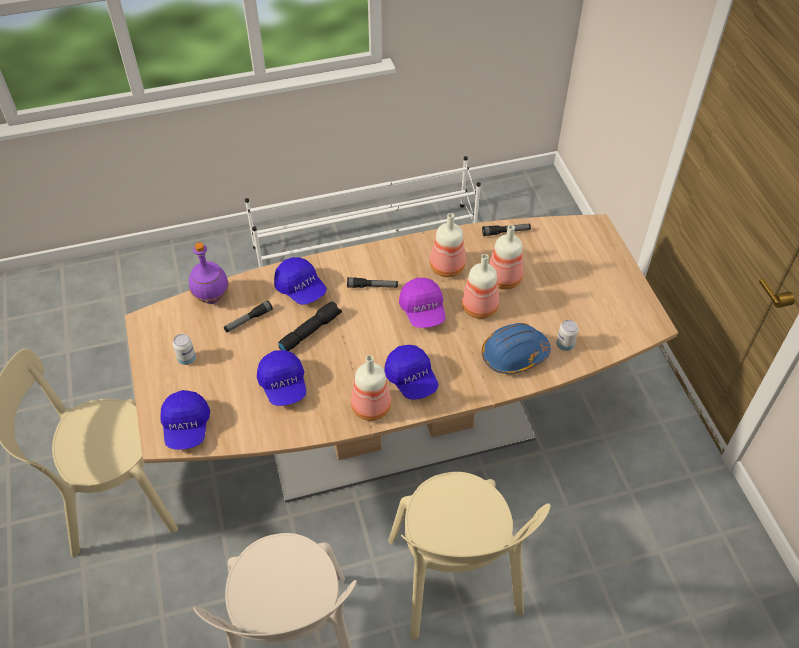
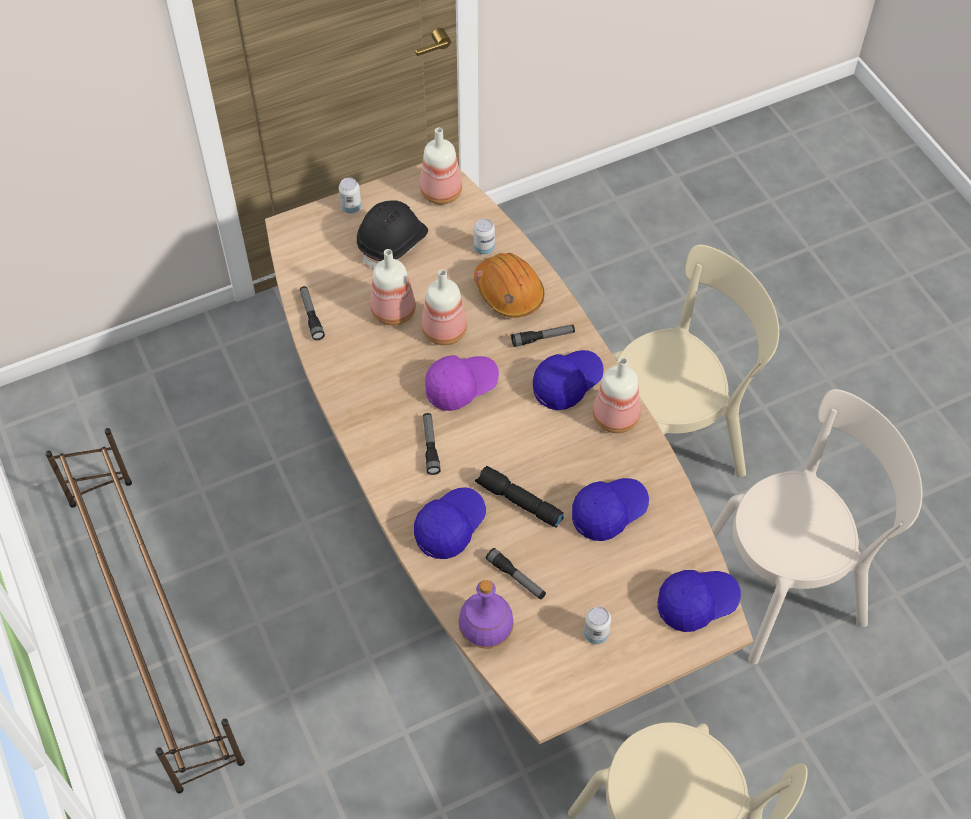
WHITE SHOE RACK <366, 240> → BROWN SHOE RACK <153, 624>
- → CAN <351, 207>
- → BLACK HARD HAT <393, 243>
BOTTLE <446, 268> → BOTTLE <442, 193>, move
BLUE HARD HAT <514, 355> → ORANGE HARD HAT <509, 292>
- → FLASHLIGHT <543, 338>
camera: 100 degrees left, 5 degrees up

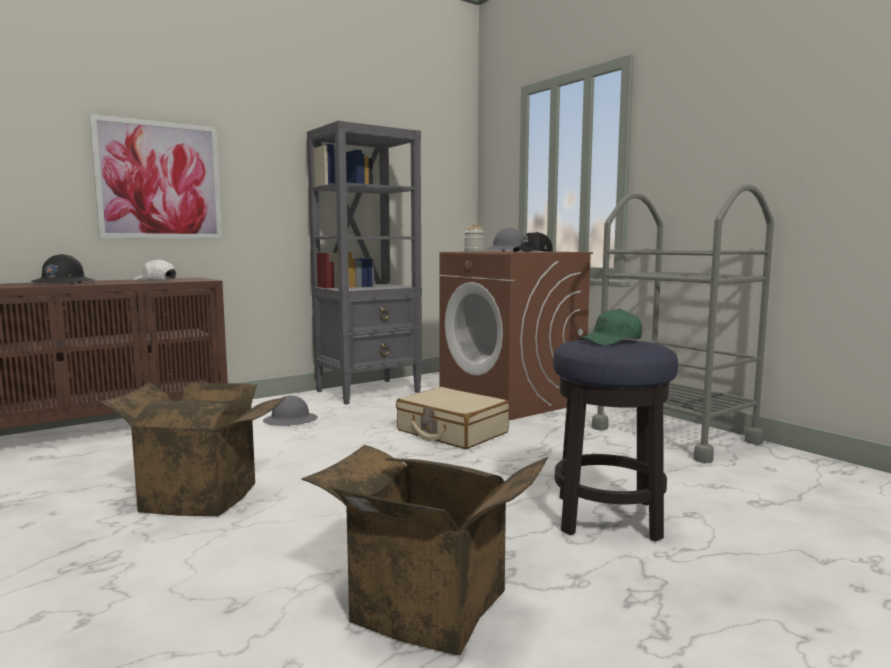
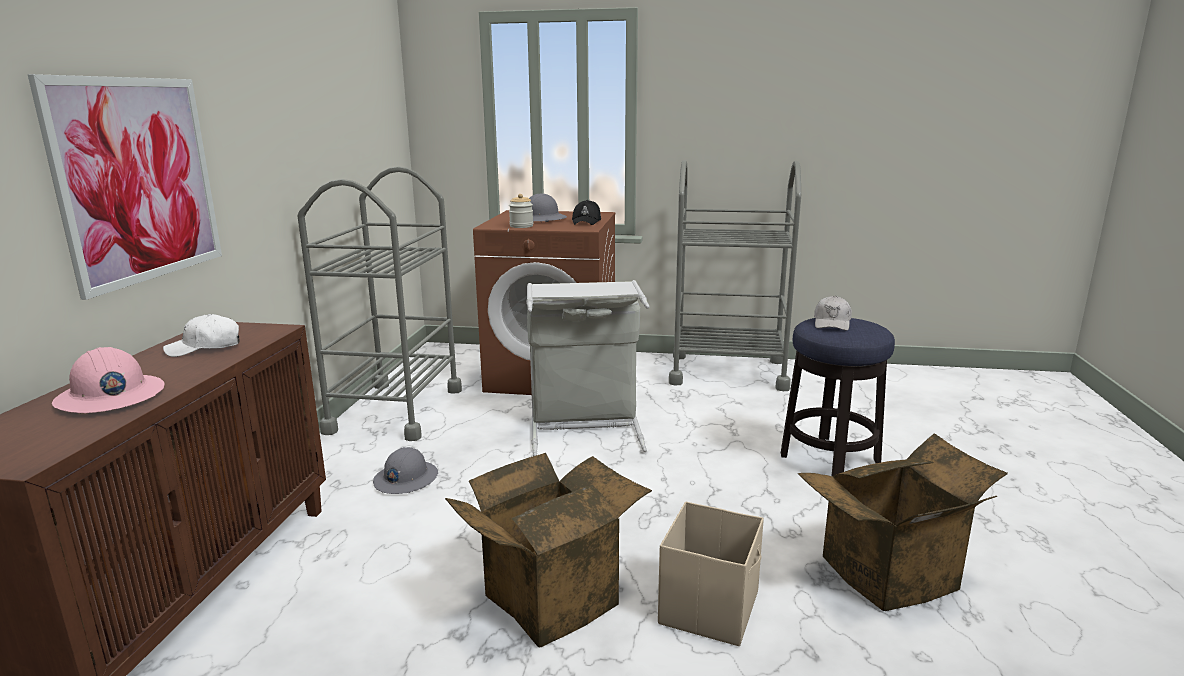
BLACK HARD HAT <63, 283> → PINK HARD HAT <110, 397>
GREY BOOKCASE <369, 391> → GREY CART <395, 410>
BEIGE SUITCASE <451, 432> → GREY LAUNDRY BASKET <585, 429>
- → BEIGE STORAGE BOX <710, 608>
GREEN CAP <611, 341> → WHITE CAP <832, 323>
camera: 45 degrees left, 10 degrees up

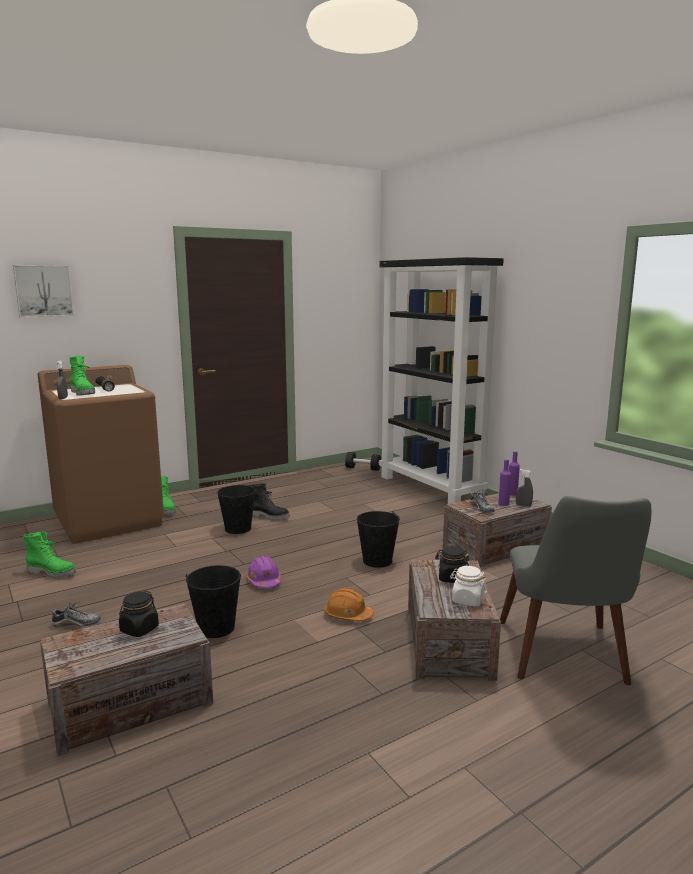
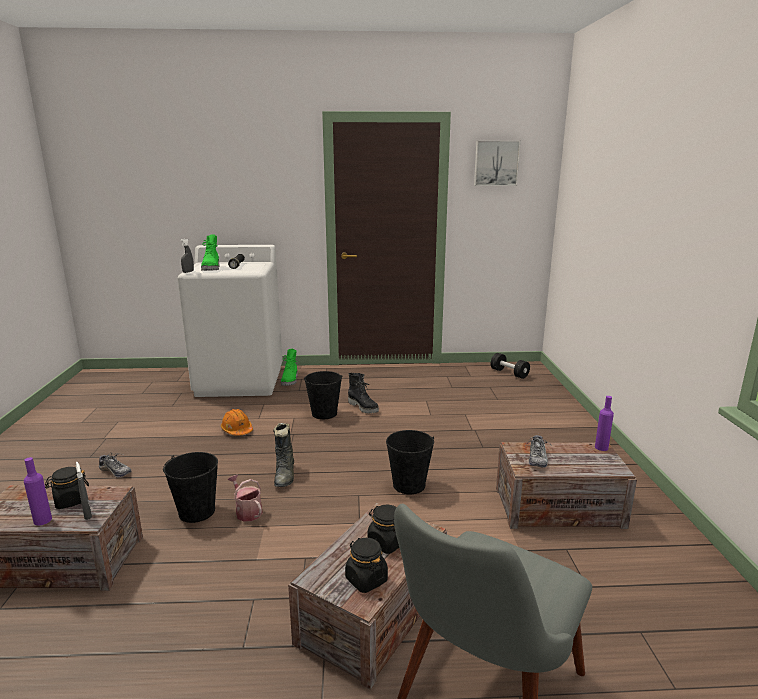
PURPLE BOTTLE <503, 503> → PURPLE BOTTLE <42, 520>, move
GREY SPRAY BOTTLE <523, 505> → GREY SPRAY BOTTLE <87, 514>, move
BROWN WASHING MACHINE <109, 520> → WHITE WASHING MACHINE <240, 381>
ORANGE HARD HAT <348, 615> → ORANGE HARD HAT <237, 430>, move
- → WATERING CAN <247, 511>
PURPLE HARD HAT <264, 581> → BLACK BOOT <285, 475>
WHITE JAR <467, 600> → BLACK JAR <366, 579>
PICTURE <43, 291> → PICTURE <496, 163>, move
GREEN BOOT <52, 573> → -
BLACK BOOKCASE <431, 488> → -
camera: 30 degrees right, 5 degrees up

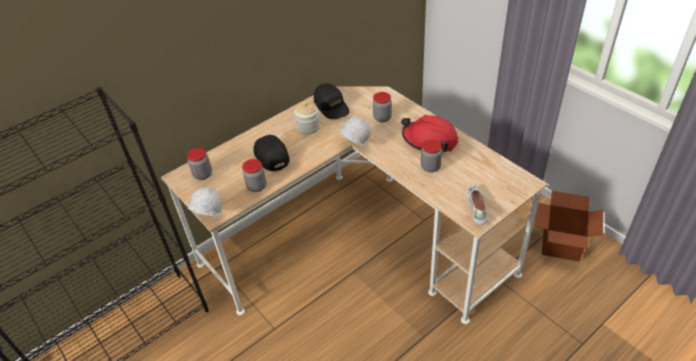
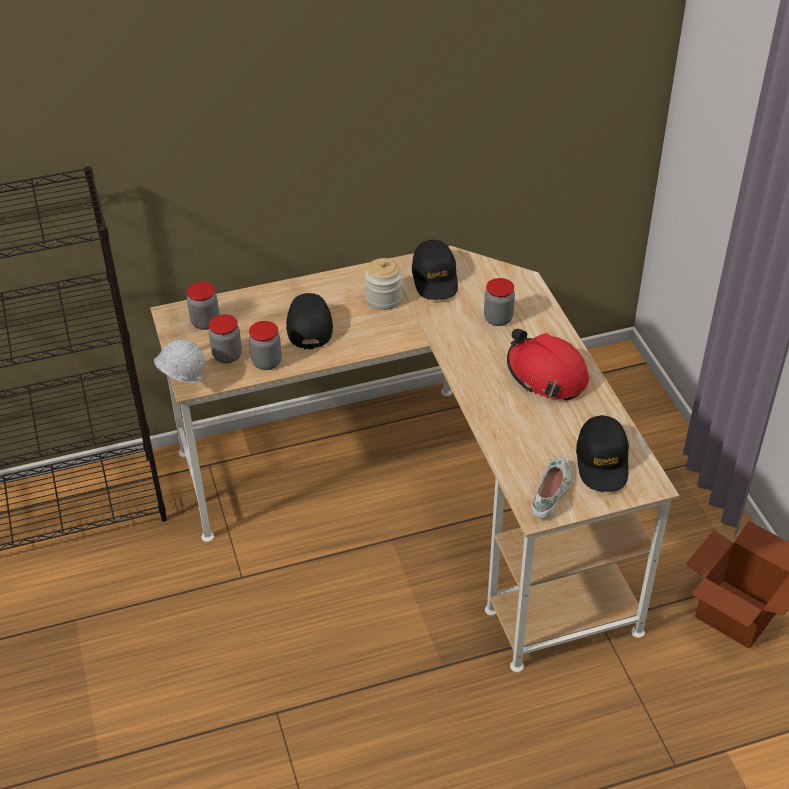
JAR <430, 167> → JAR <227, 356>, move
- → BLACK CAP <602, 461>
WHITE HARD HAT <355, 146> → -
camera: 20 degrees right, 0 degrees up

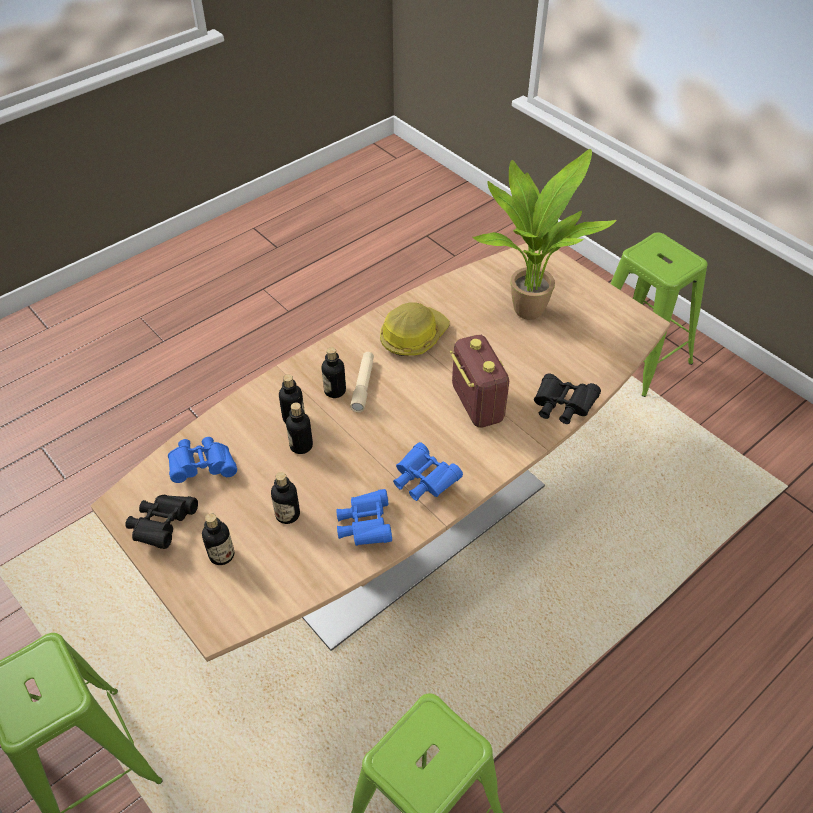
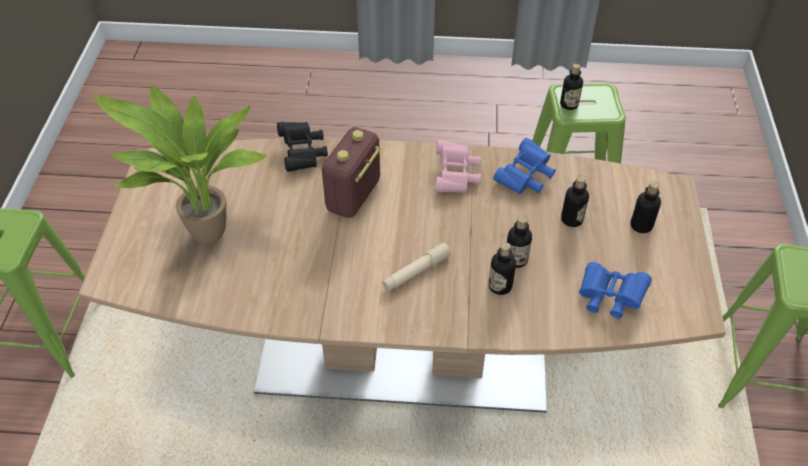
BLUE BINOCULARS <423, 481> → PINK BINOCULARS <456, 176>
BOTTLE <335, 390> → BOTTLE <569, 104>, move
BLACK BINOCULARS <163, 526> → -
HARD HAT <413, 337> → -
camera: 135 degrees left, 0 degrees up

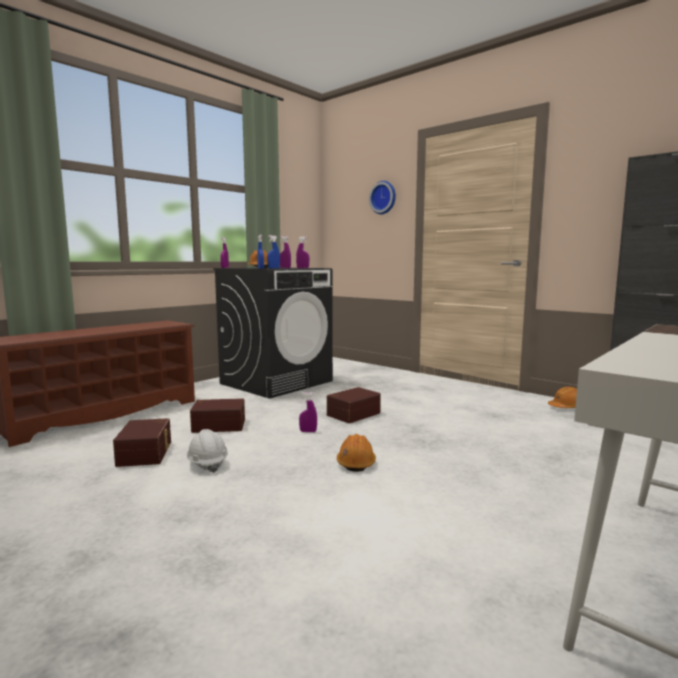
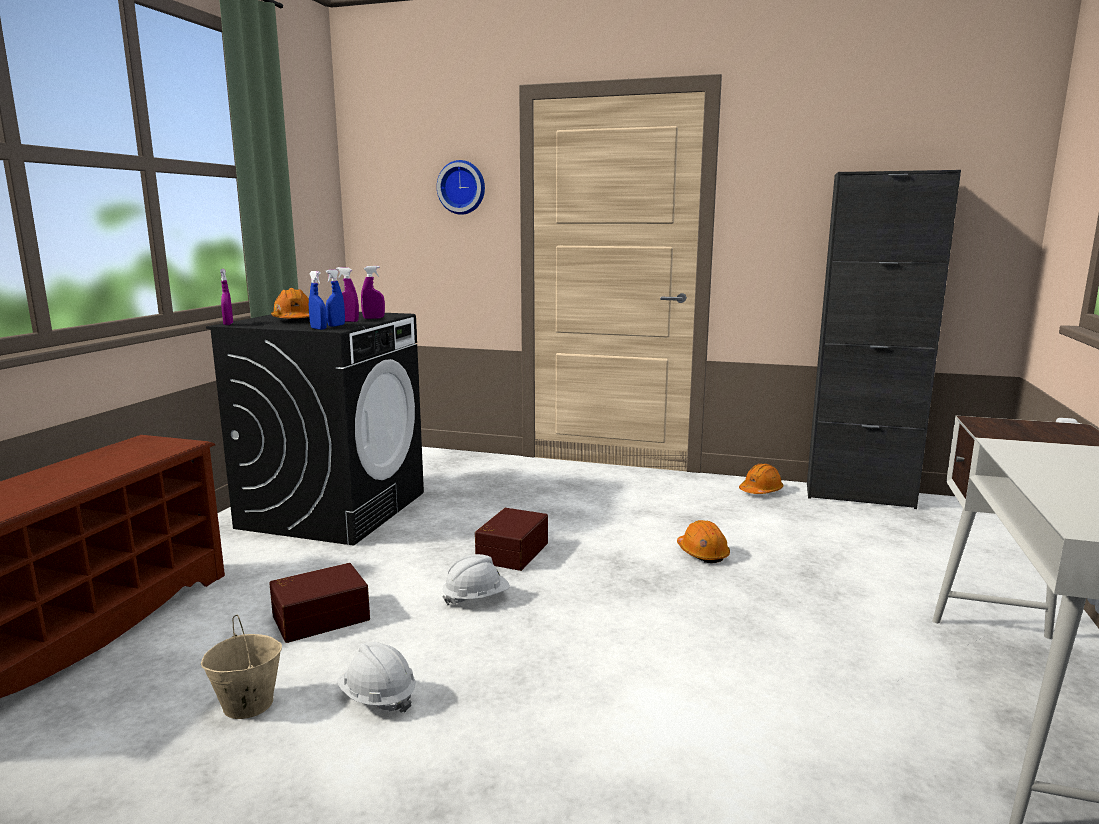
BROWN STORAGE BOX <146, 453> → BEIGE BUCKET <247, 705>
PURPLE SPRAY BOTTLE <308, 431> → WHITE HARD HAT <476, 598>
ORANGE HARD HAT <356, 463> → ORANGE HARD HAT <702, 553>, move
camera: 25 degrees left, 5 degrees up

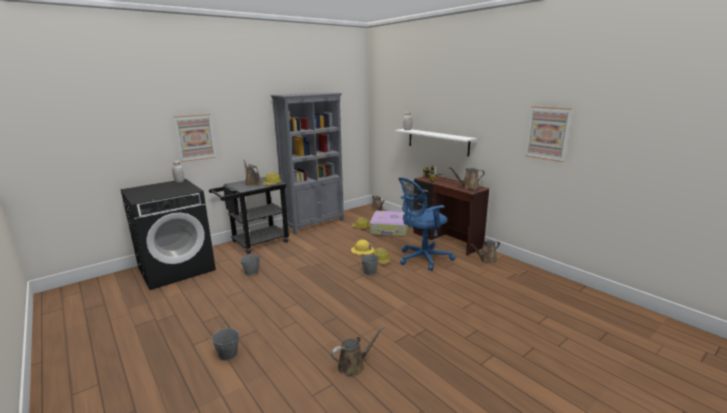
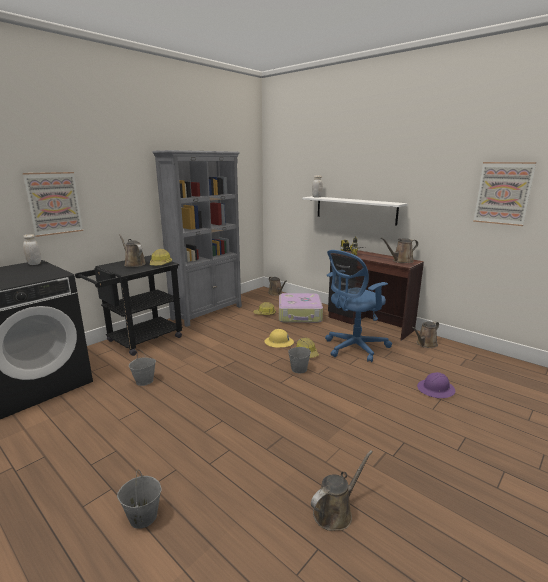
- → PURPLE HARD HAT <436, 389>
camera: 10 degrees left, 0 degrees up

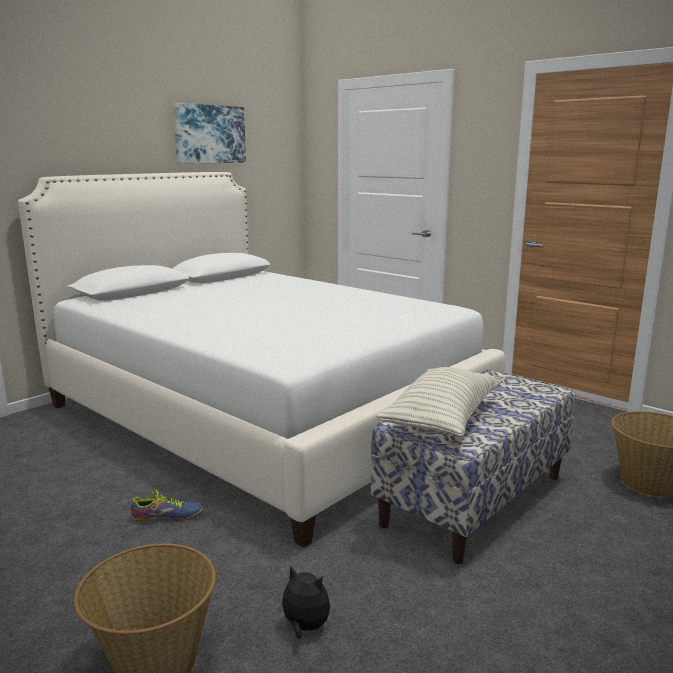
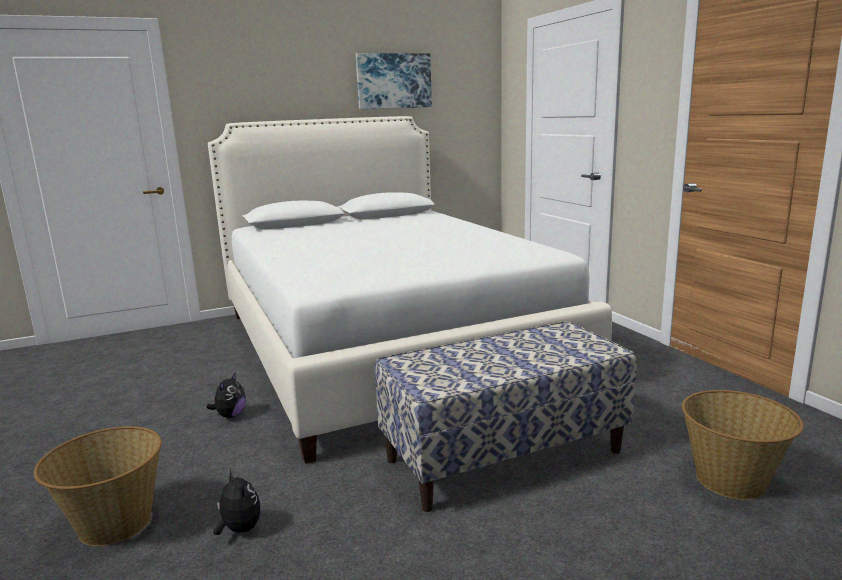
SHOE <167, 516> → PLUSH TOY <230, 415>
PILLOW <442, 419> → -
camera: 25 degrees right, 0 degrees up

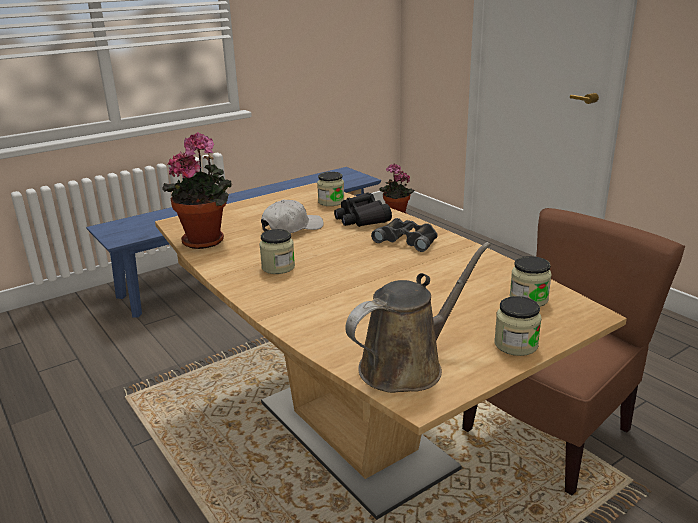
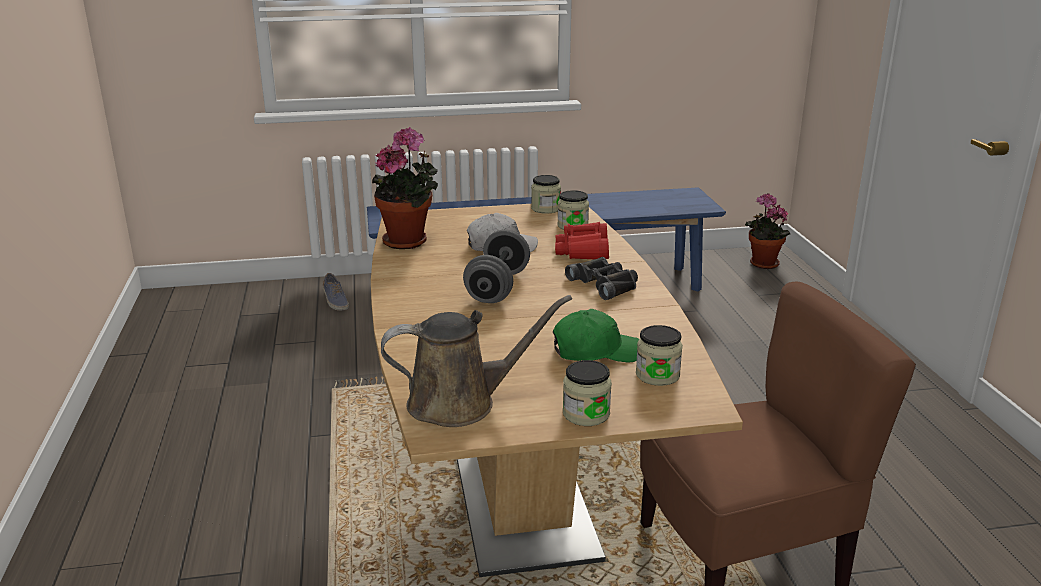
- → SHOE <335, 301>
- → GREY DUMBBELL <497, 287>
JAR <278, 267> → JAR <545, 209>, move
- → GREEN CAP <596, 351>
BLACK BINOCULARS <361, 219> → RED BINOCULARS <583, 251>
camera: 25 degrees right, 0 degrees up

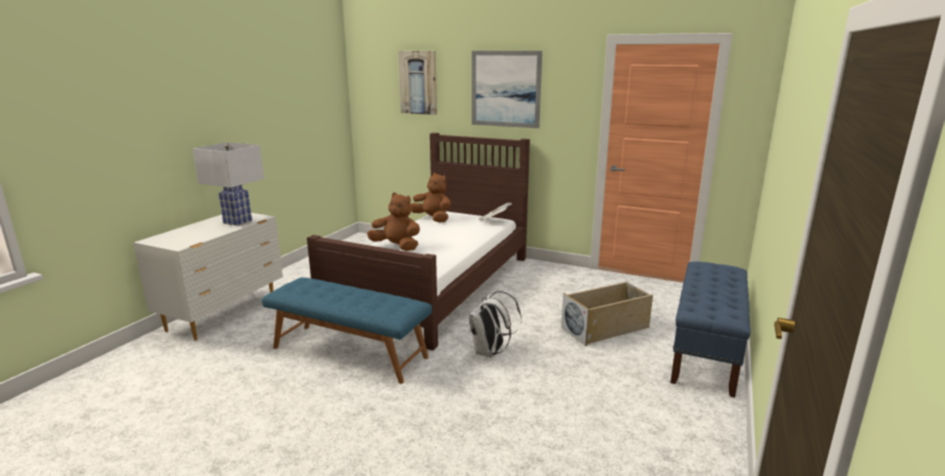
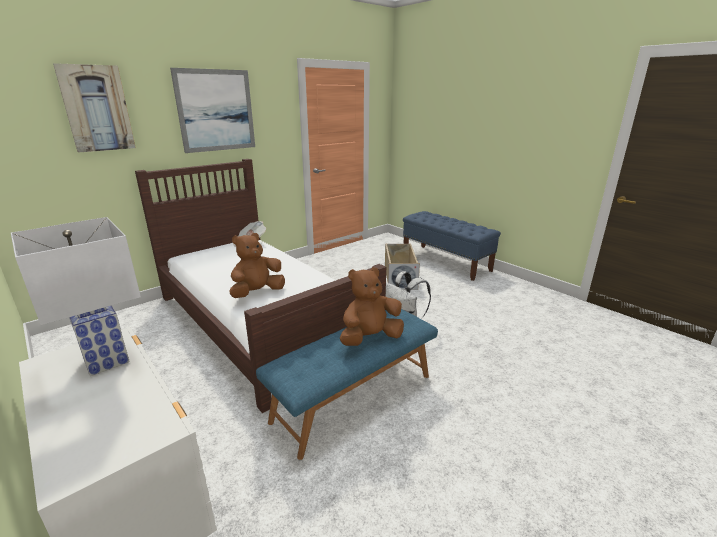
BROWN PLUSH TOY <432, 219> → BROWN PLUSH TOY <370, 338>, move
camera: 65 degrees left, 5 degrees up

